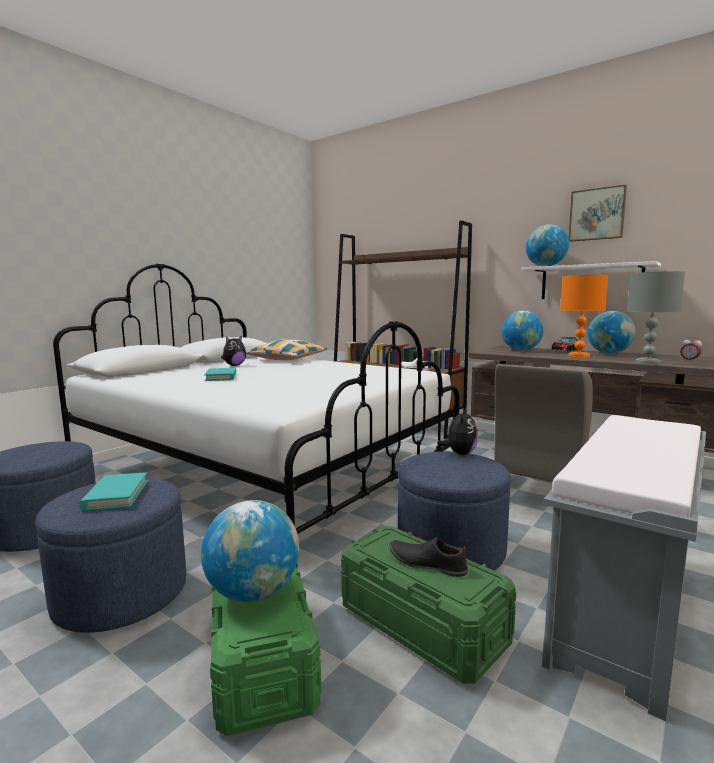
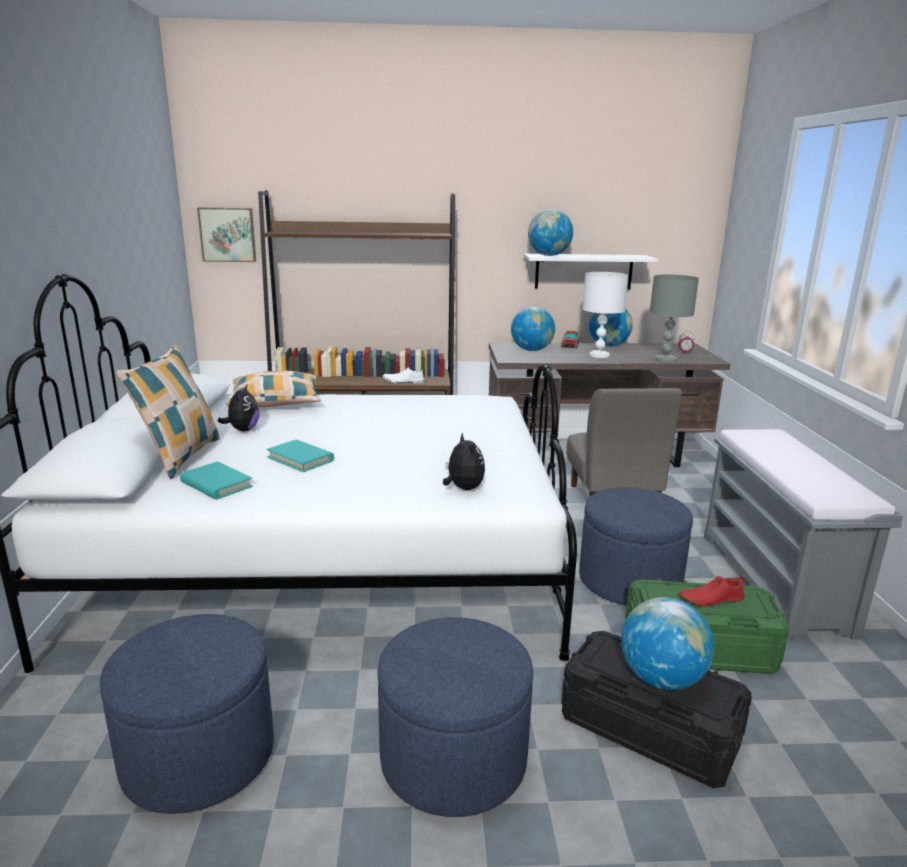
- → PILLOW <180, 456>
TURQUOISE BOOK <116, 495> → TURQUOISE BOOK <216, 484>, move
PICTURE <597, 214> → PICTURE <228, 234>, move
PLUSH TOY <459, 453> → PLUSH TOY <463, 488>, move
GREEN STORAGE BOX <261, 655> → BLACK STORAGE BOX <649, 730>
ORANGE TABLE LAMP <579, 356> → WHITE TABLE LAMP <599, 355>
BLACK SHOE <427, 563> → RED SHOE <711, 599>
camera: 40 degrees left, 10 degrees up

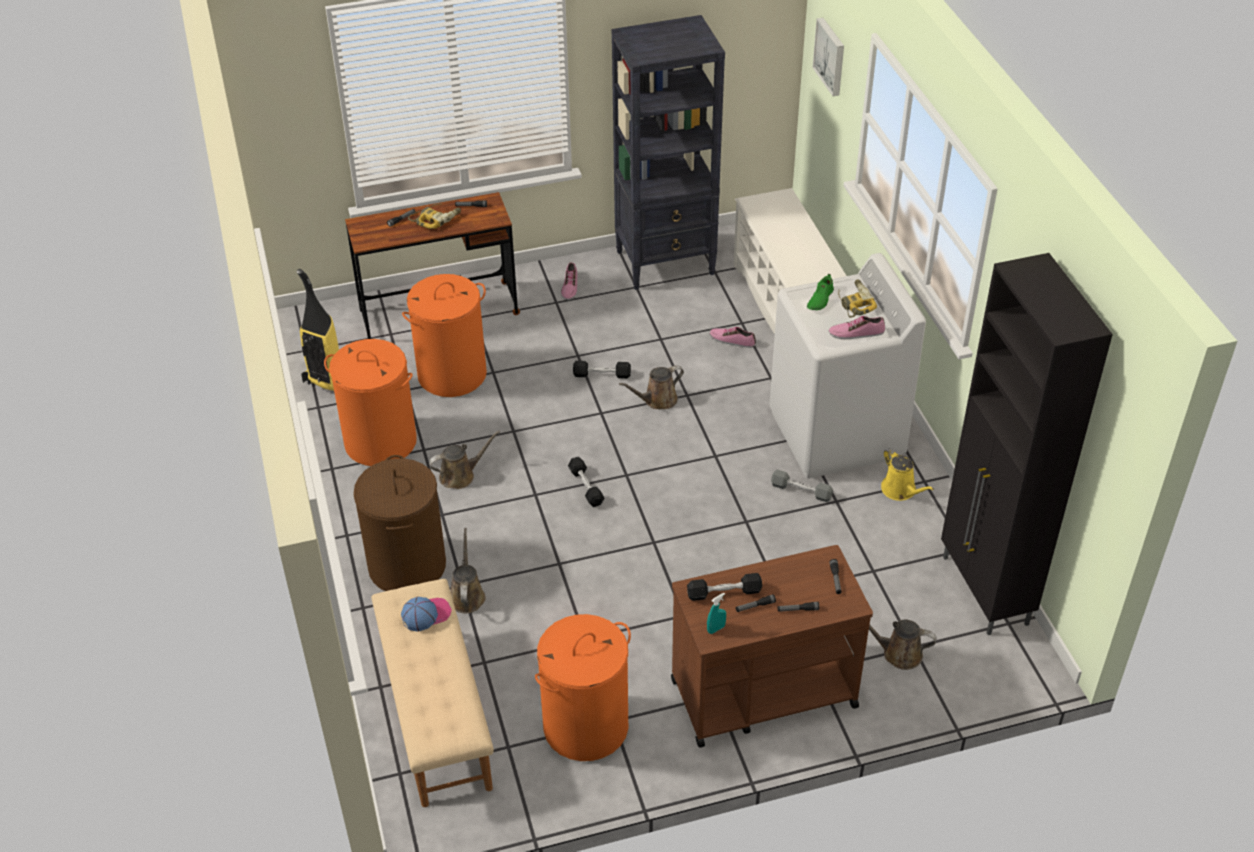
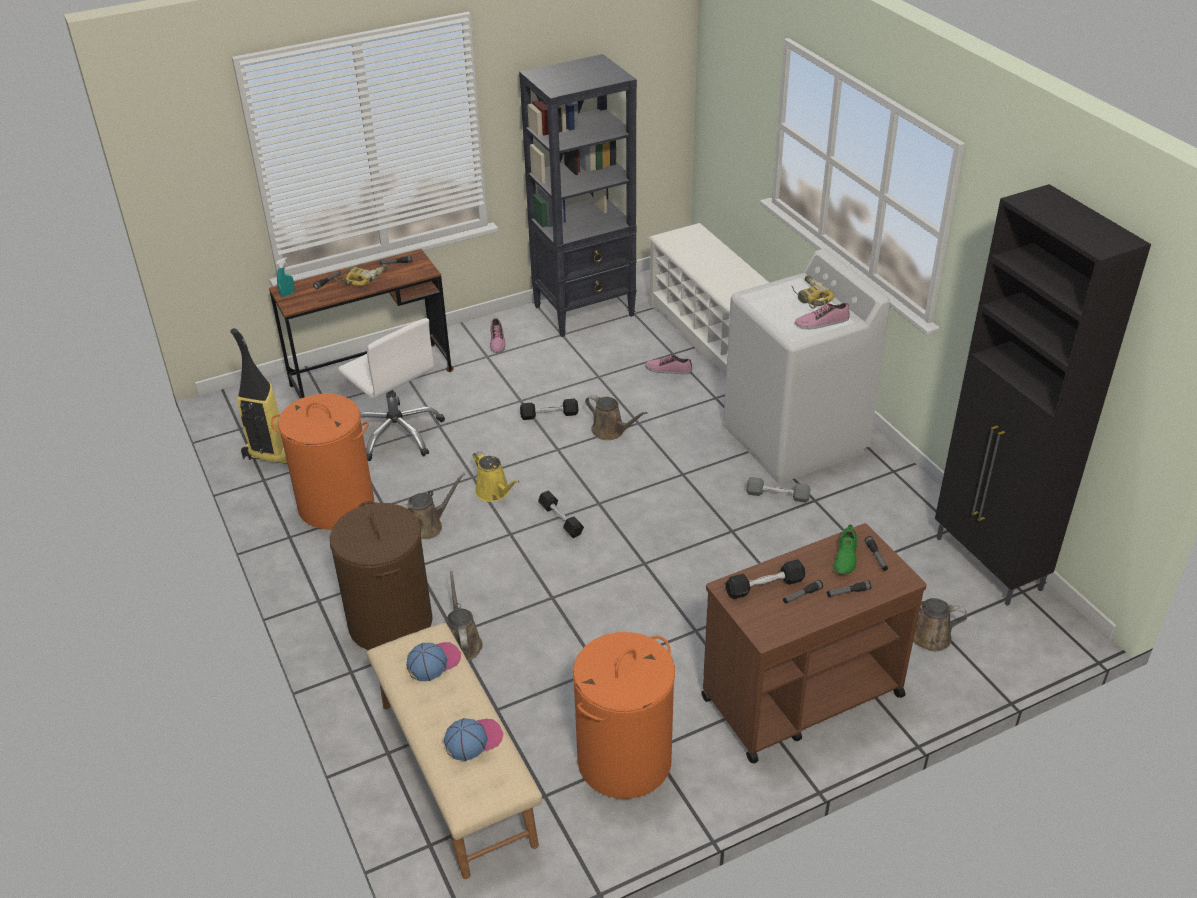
TURQUOISE SPRAY BOTTLE <716, 629> → TURQUOISE SPRAY BOTTLE <287, 294>, move
ORANGE LAUNDRY BASKET <452, 375> → WHITE OFFICE CHAIR <397, 433>
- → CAP <473, 740>
YELLOW WATERING CAN <900, 490> → YELLOW WATERING CAN <494, 492>, move
BROWN WATERING CAN <657, 400> → BROWN WATERING CAN <611, 431>, 105 degrees counterclockwise
GREEN SHOE <820, 299> → GREEN SHOE <845, 558>, move
PICTURE <831, 56> → -
camera: 10 degrees left, 5 degrees down

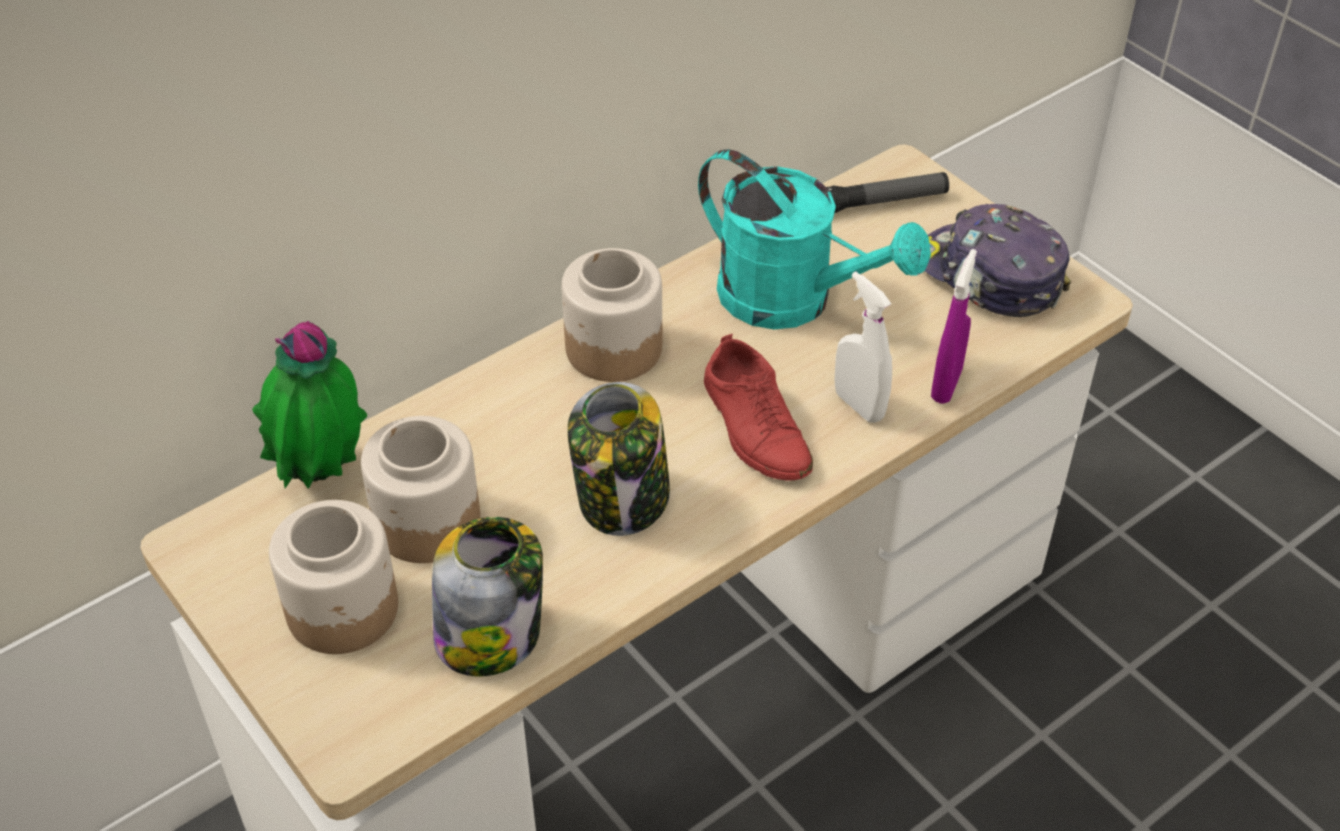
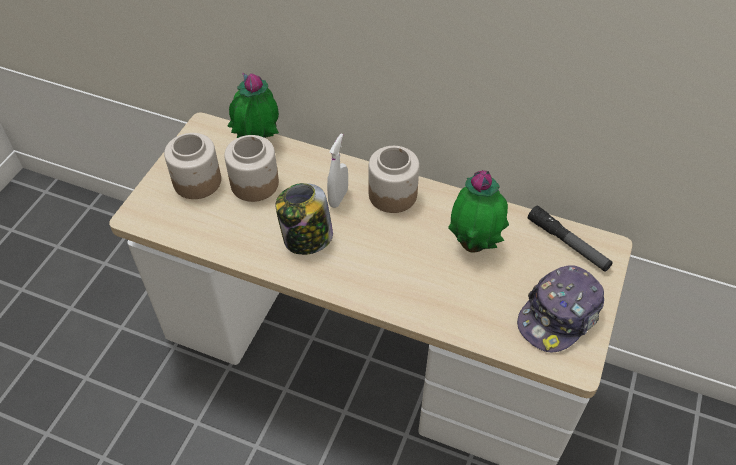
WHITE SPRAY BOTTLE <859, 405> → WHITE SPRAY BOTTLE <338, 198>, move
TURQUOISE WATERING CAN <793, 301> → POTTED PLANT <474, 244>
CAP <989, 276> → CAP <559, 316>, 150 degrees counterclockwise
JAR <490, 634> → -
RED SHOE <755, 427> → -
PURPLE SPRAY BOTTLE <946, 385> → -
camera: 60 degrees right, 5 degrees up

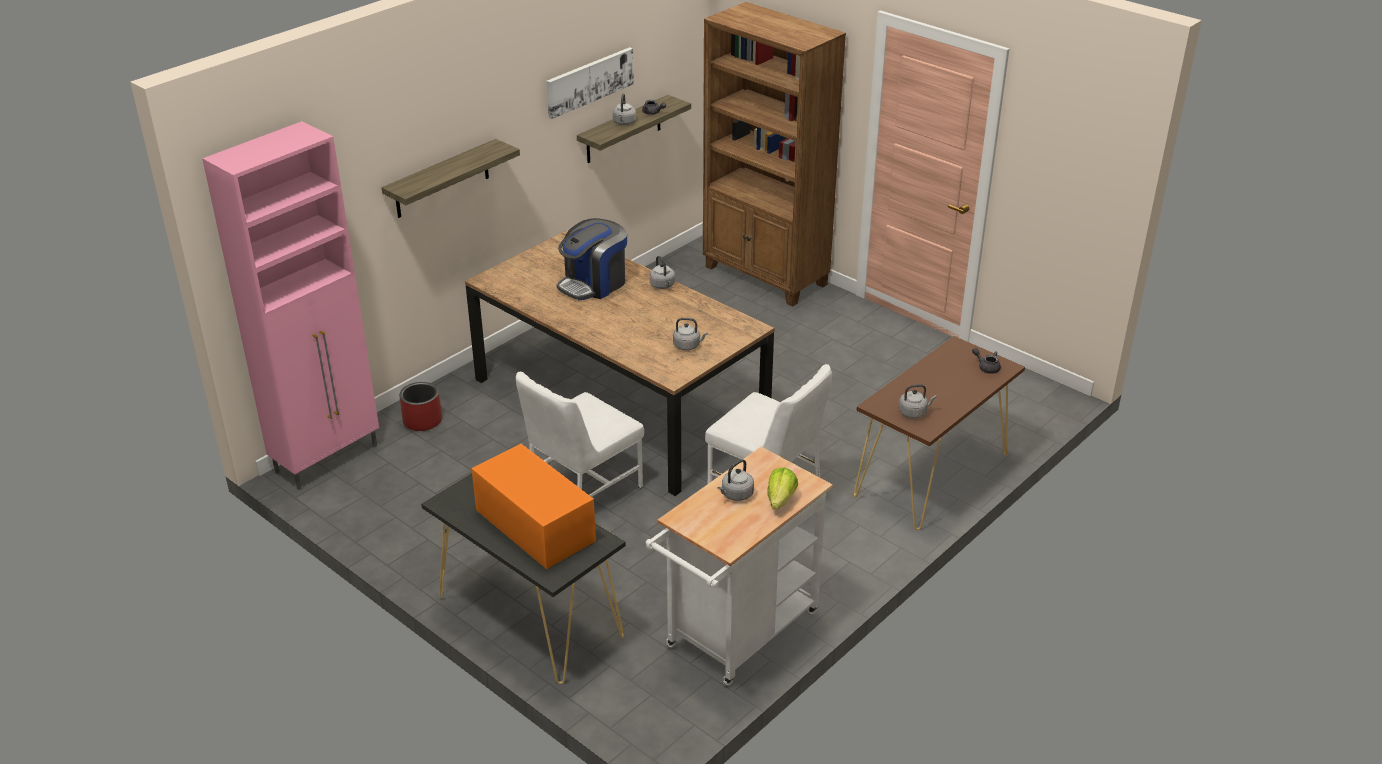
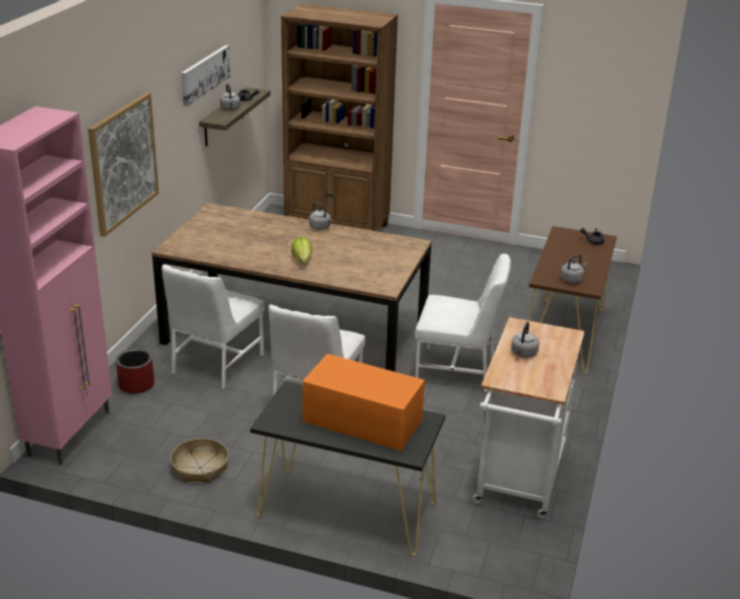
SHELF <442, 179> → PICTURE <123, 162>
- → WHITE CHAIR <215, 365>
- → BASKET <200, 468>
LETTUCE <780, 500> → LETTUCE <302, 260>, move
COFFEE MACHINE <593, 284> → -
GREY KETTLE <688, 346> → -
camera: 25 degrees left, 5 degrees down

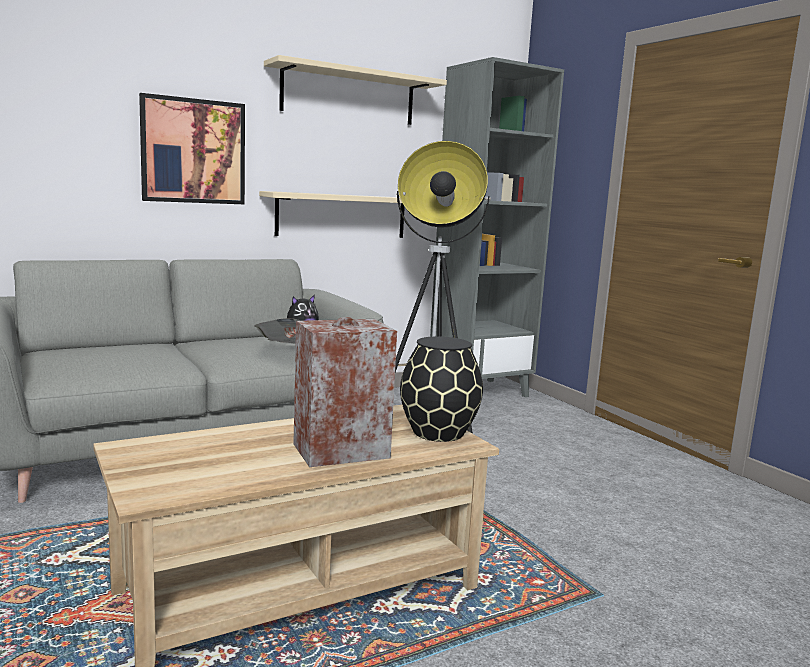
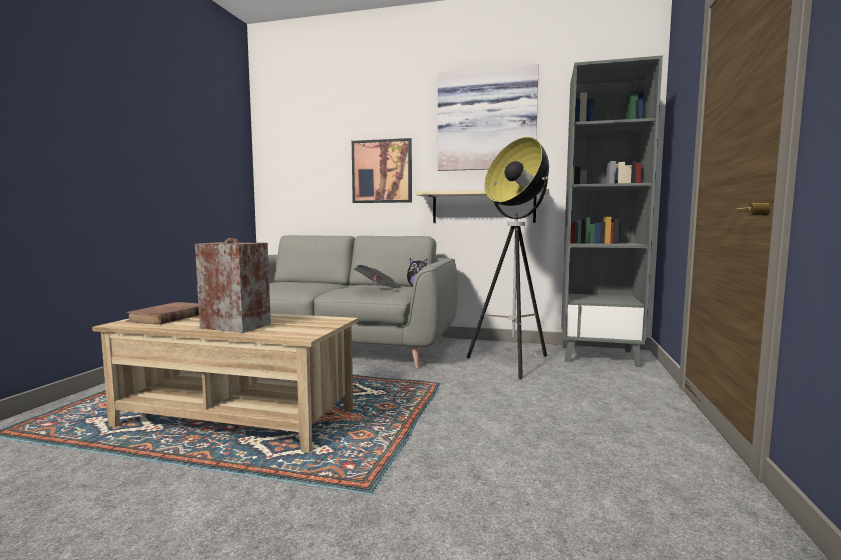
- → BROWN BOOK <168, 317>
BEIGE SHELF <349, 95> → PICTURE <486, 120>
BLACK VASE <438, 433> → -
camera: 45 degrees right, 5 degrees down

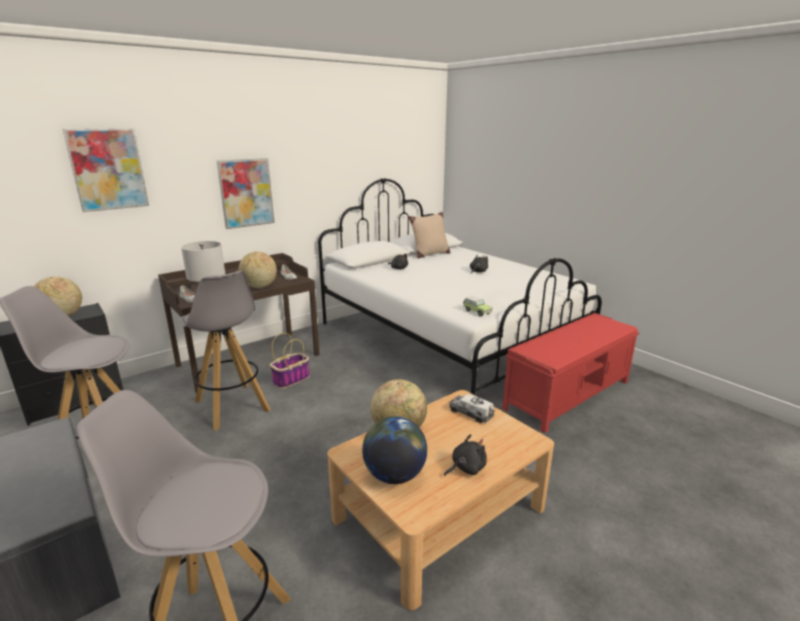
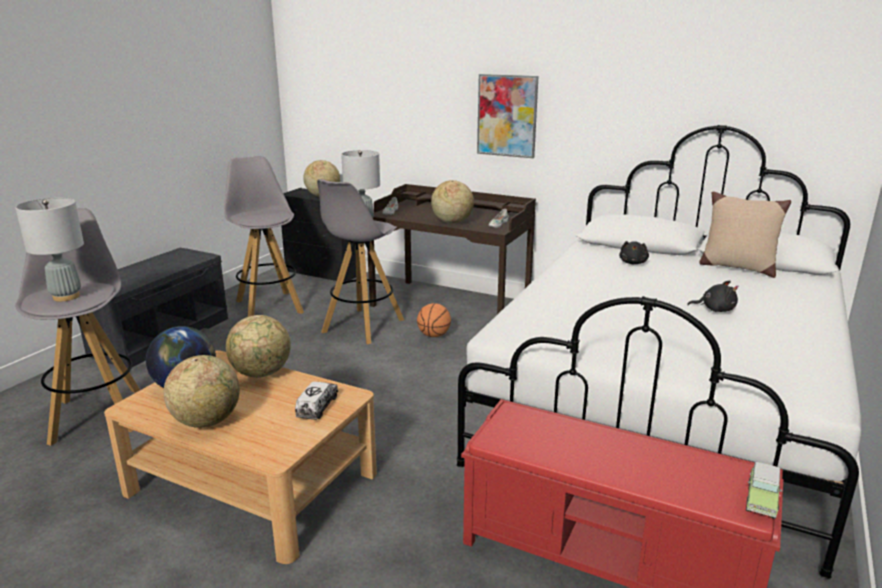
- → GREY TABLE LAMP <66, 296>
BLACK PLUSH TOY <466, 468> → GLOBE <207, 421>
BASKET <291, 379> → BASKETBALL <434, 335>
TOY CAR <476, 312> → TOY CAR <761, 500>, move
PICTURE <108, 169> → -
camera: 65 degrees right, 0 degrees up

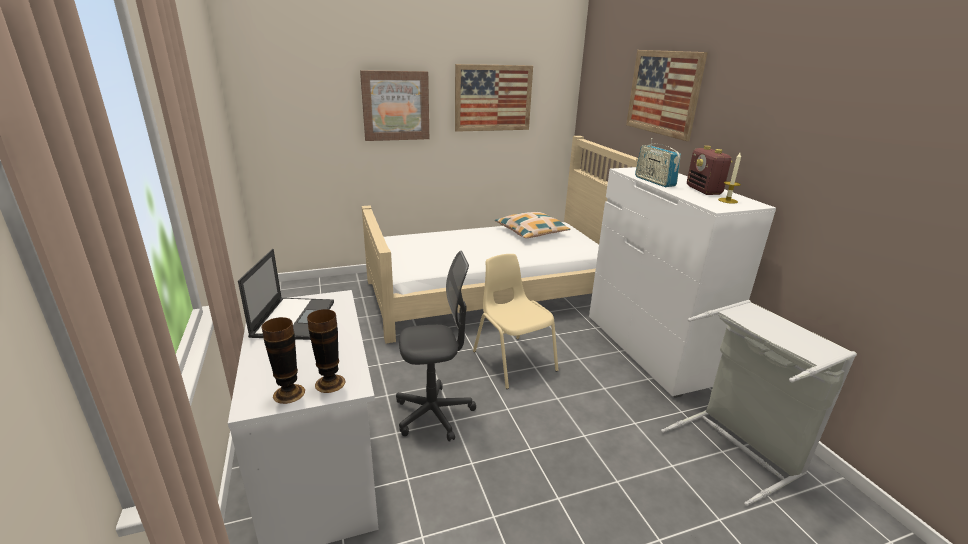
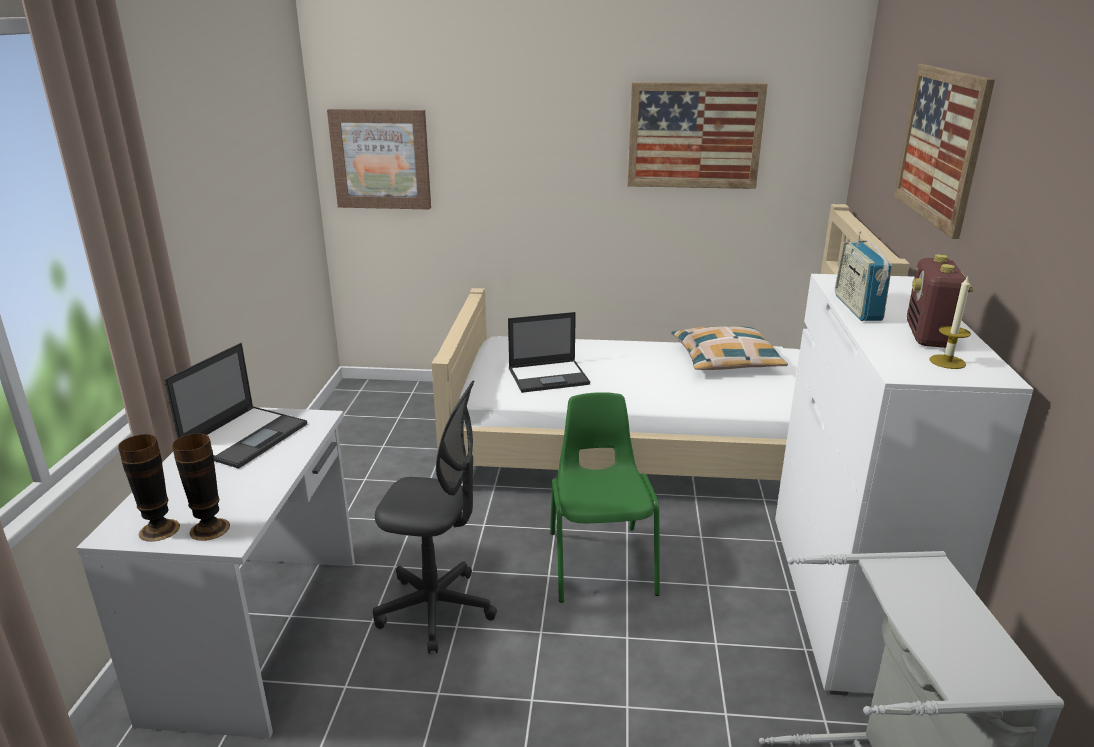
PICTURE <395, 106> → PICTURE <381, 159>, move
- → LAPTOP <549, 376>
BEIGE CHAIR <513, 360> → GREEN CHAIR <600, 561>
camera: 25 degrees right, 0 degrees up

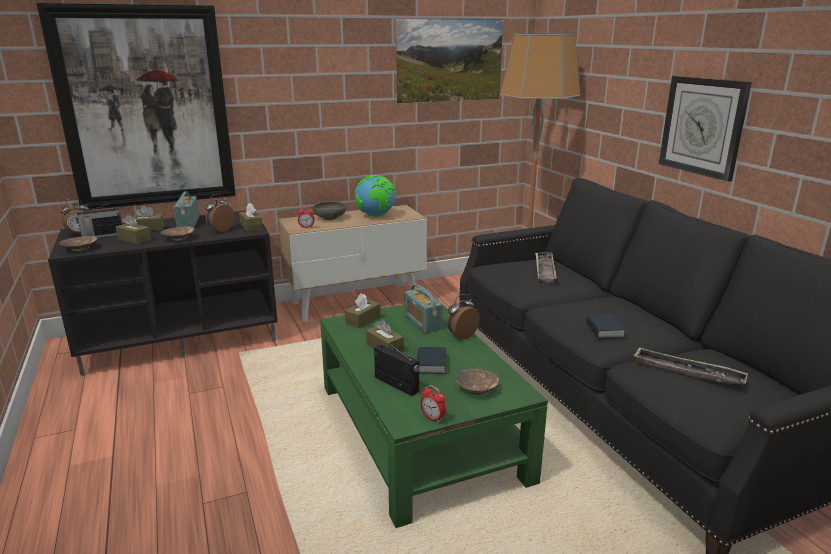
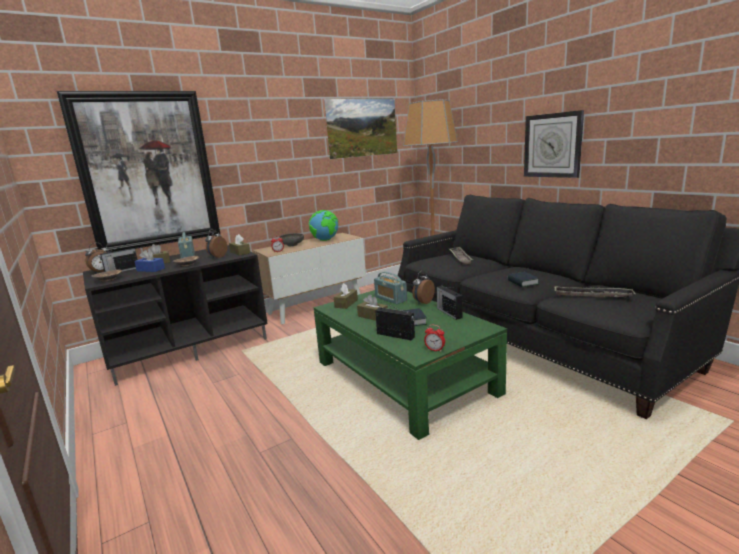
BROWN TISSUE BOX <134, 239> → BLUE TISSUE BOX <150, 269>
- → RADIO <449, 312>
BROWN BOWL <476, 388> → -
camera: 10 degrees left, 5 degrees down

